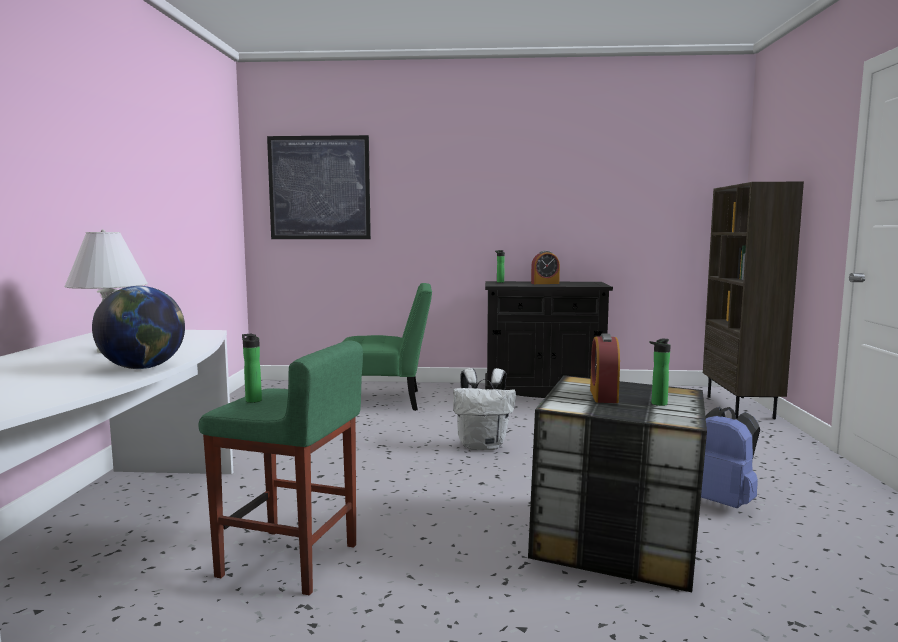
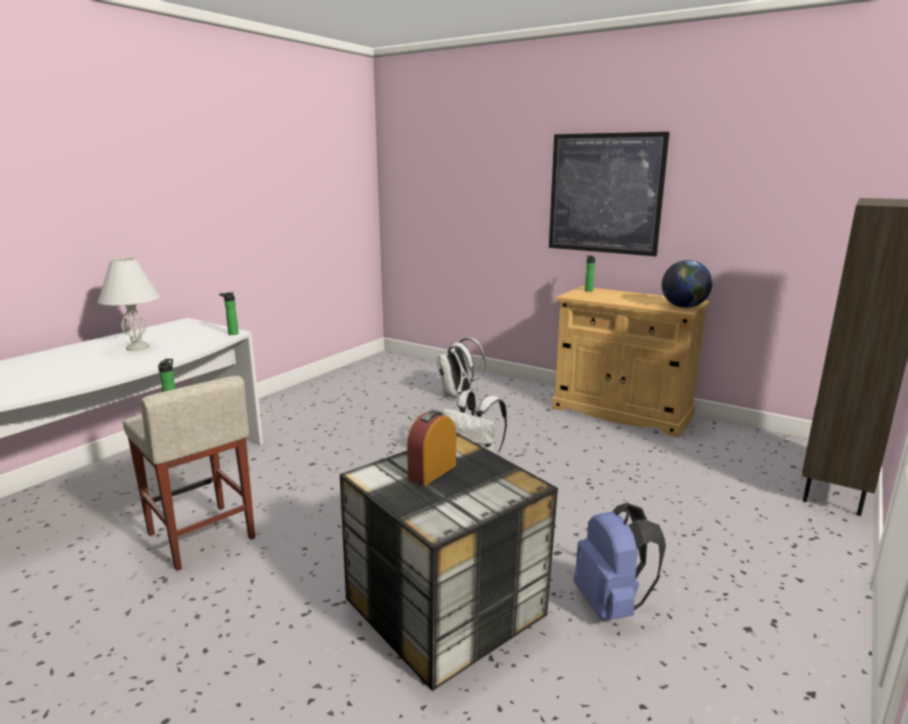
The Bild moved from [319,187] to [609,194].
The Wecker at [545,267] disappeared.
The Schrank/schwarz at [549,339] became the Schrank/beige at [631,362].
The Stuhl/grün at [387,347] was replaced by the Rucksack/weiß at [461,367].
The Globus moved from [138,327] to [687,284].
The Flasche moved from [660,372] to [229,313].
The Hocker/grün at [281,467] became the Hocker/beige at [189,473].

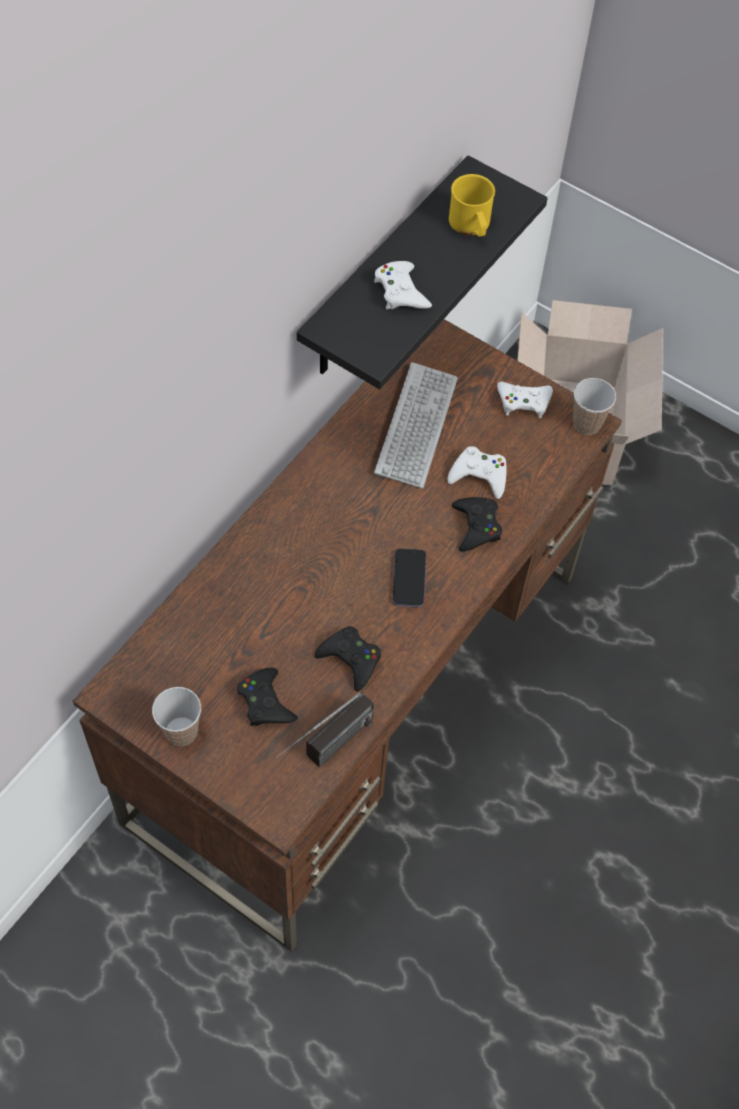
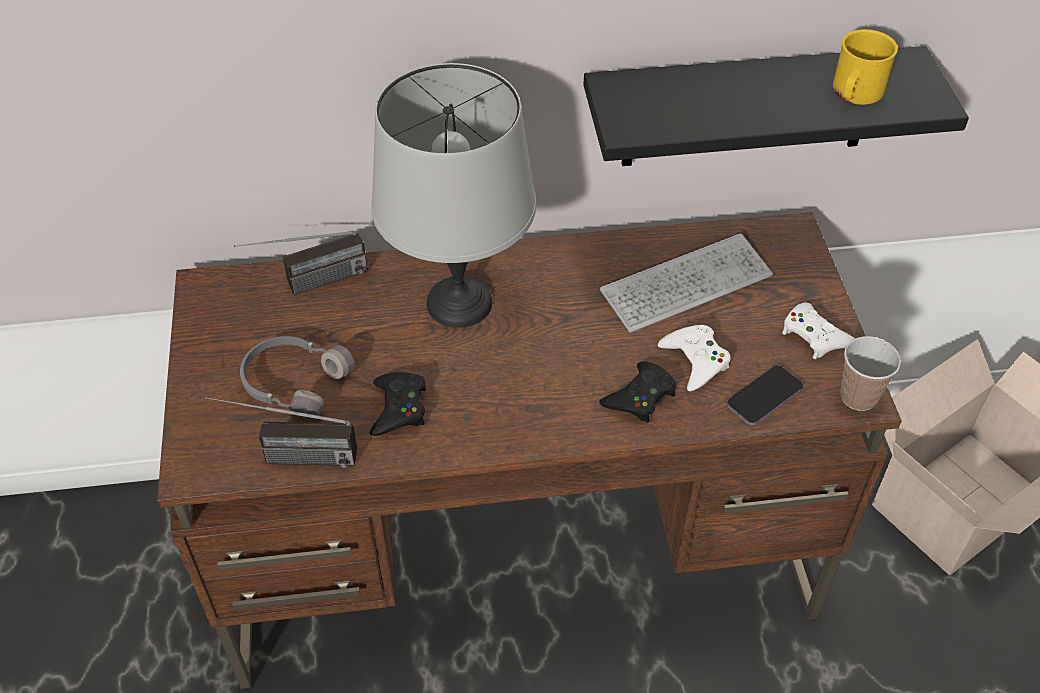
The Gamepad/weiß at [403,285] disappeared.
The Handy moved from [409,577] to [765,395].
The Gamepad/schwarz at [267,697] was replaced by the Kopfhörer/grau at [297,378].
The Tasse at [176,716] disappeared.
The Tischlampe/grau at [453,195] appeared.
The Radio at [301,263] appeared.

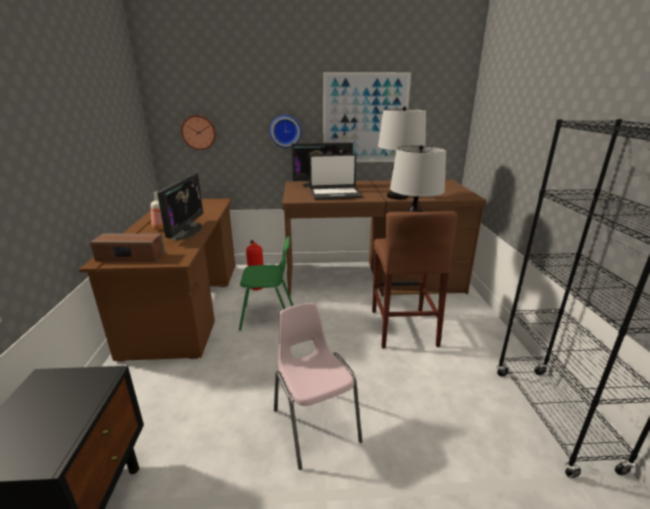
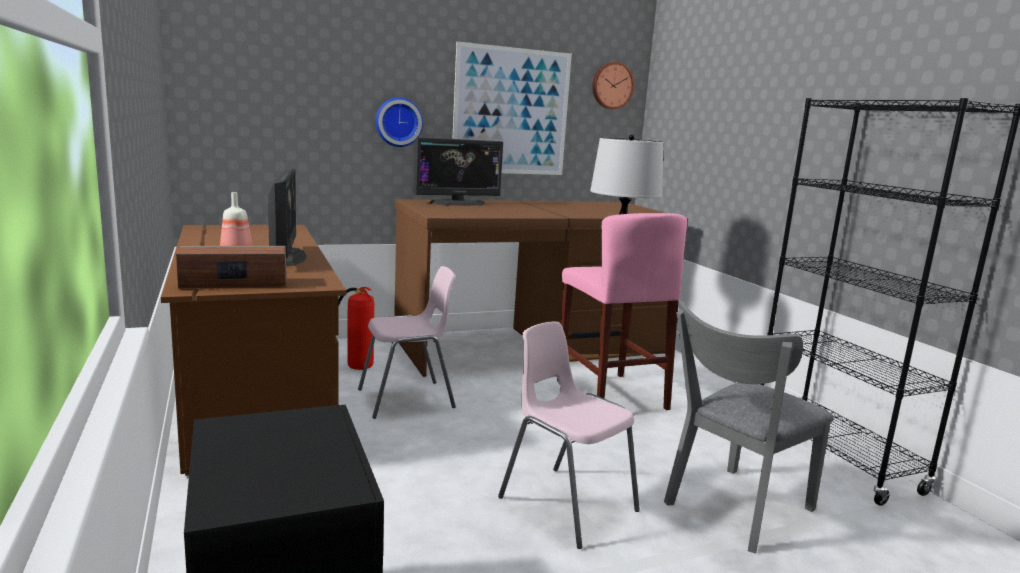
The Tischlampe at [402,152] disappeared.
The Wanduhr moved from [198,132] to [613,85].
The Laptop at [336,177] disappeared.
The Hocker/braun at [414,280] became the Hocker/rosa at [622,311].
The Stuhl/grün at [266,284] became the Stuhl/rosa at [407,342].
The Stuhl/grau at [749,427] appeared.

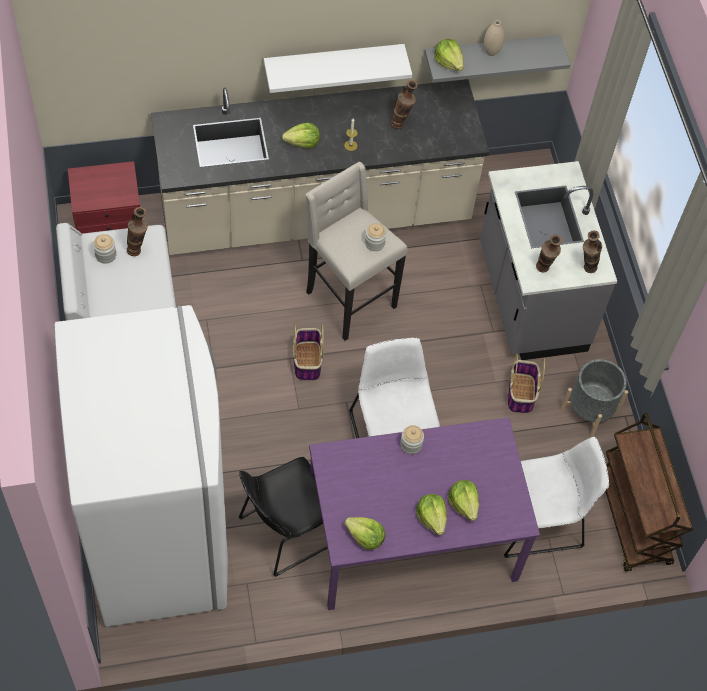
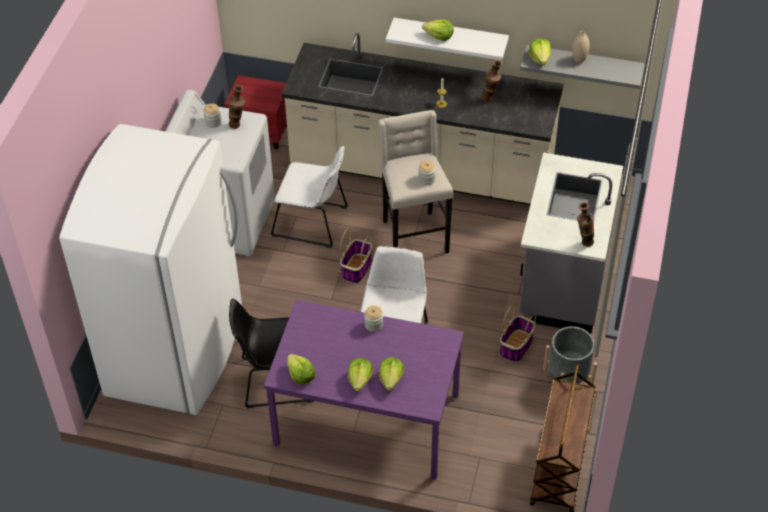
The Salatkopf moved from [301,135] to [438,30].
The Vase at [549,253] disappeared.
The Stuhl/weiß moved from [556,497] to [309,197].

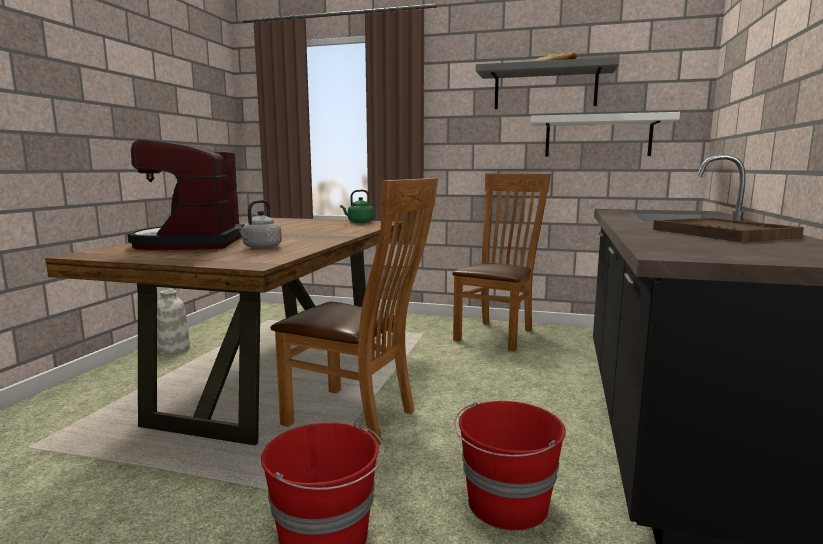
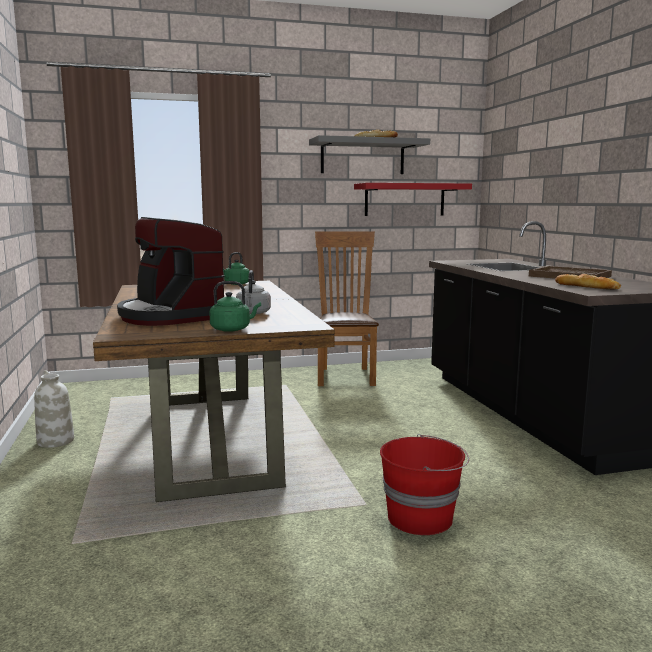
The Wandregal/weiß at [605,134] became the Wandregal/rot at [413,199].
The Stuhl/braun at [354,312] disappeared.
The Eimer/rot at [510,465] disappeared.
The Brot at [588,282] appeared.
The Wasserkessel/grün at [235,306] appeared.

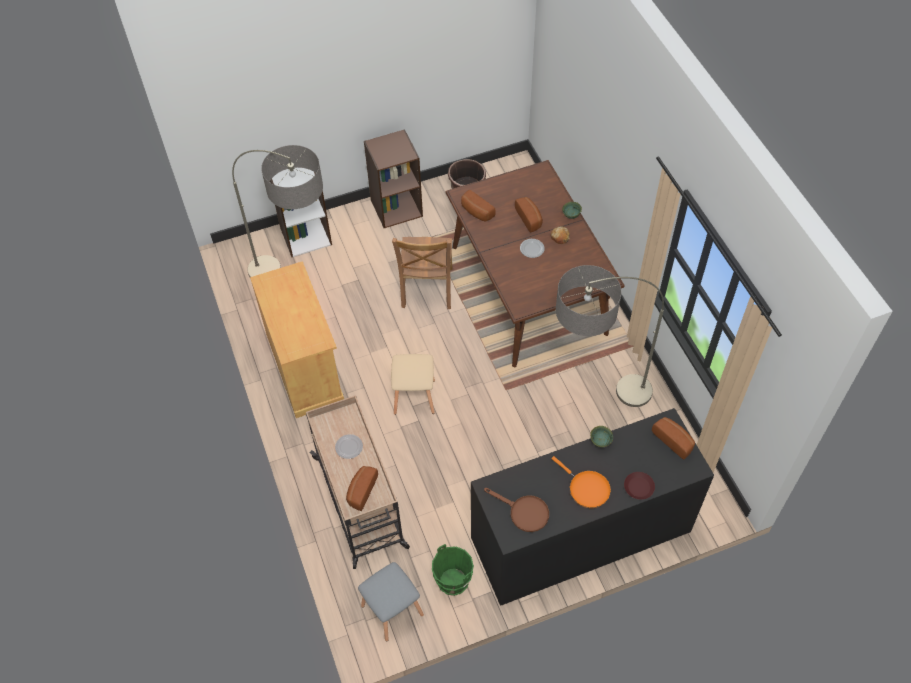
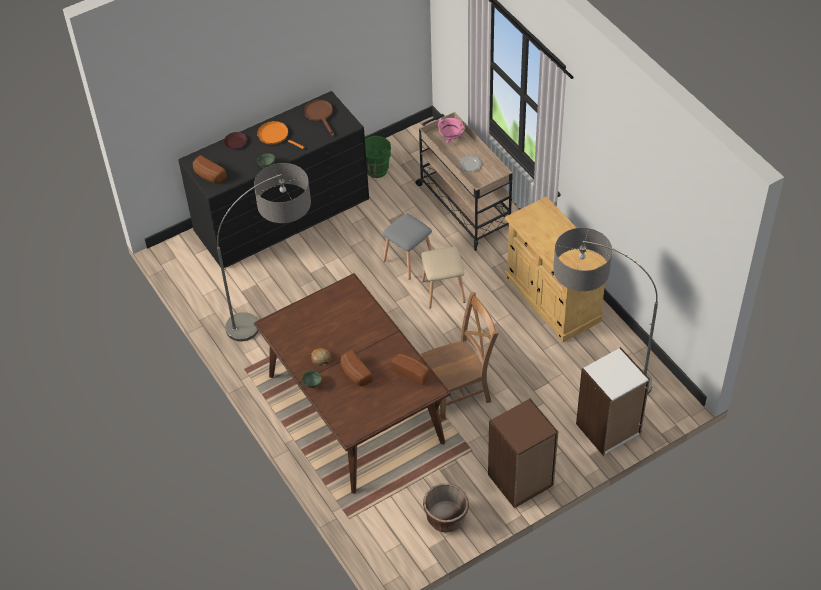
The Stuhl/braun at [422,273] turned 75 degrees clockwise.
The Teller at [532,248] disappeared.
The Brot at [362,488] was replaced by the Kochtopf/rosa at [451,131].
The Pfanne/braun at [516,510] turned 45 degrees clockwise.
The Hocker/grau moved from [391,601] to [407,246].

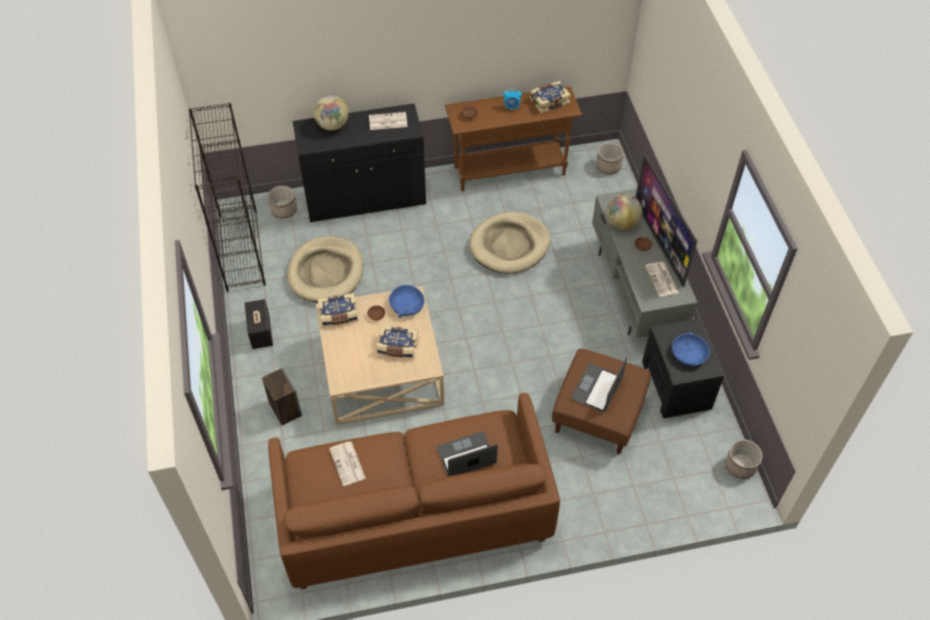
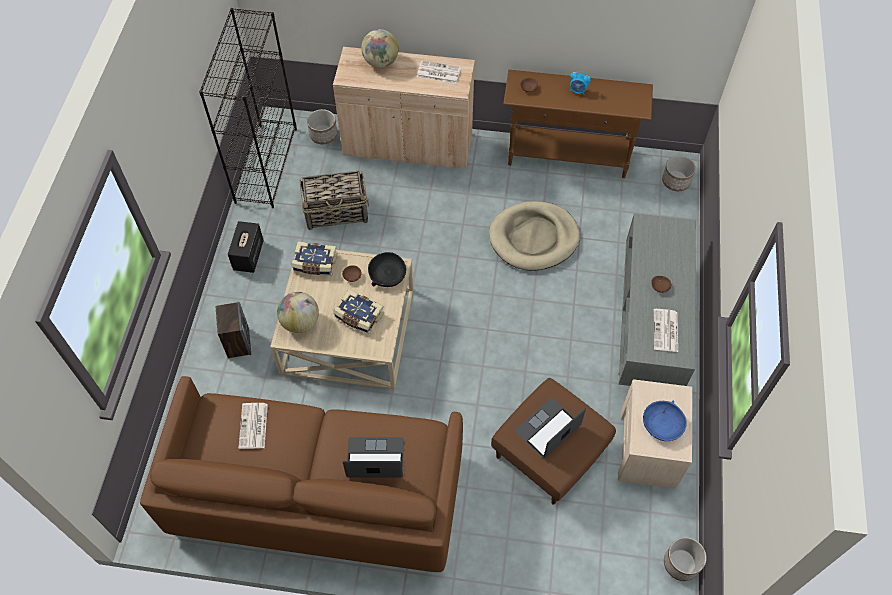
The Buch at [550,97] disappeared.
The Schrank/schwarz at [359,162] became the Schrank/beige at [404,108].
The Fernseher at [666,220] disappeared.
The Globus moved from [624,212] to [298,312].
The Hundebett/beige at [325,269] was replaced by the Korb at [334,200].
The Schüssel/blau at [407,301] became the Schüssel/schwarz at [387,269].
The Nachttisch/schwarz at [683,368] became the Nachttisch/beige at [655,434].

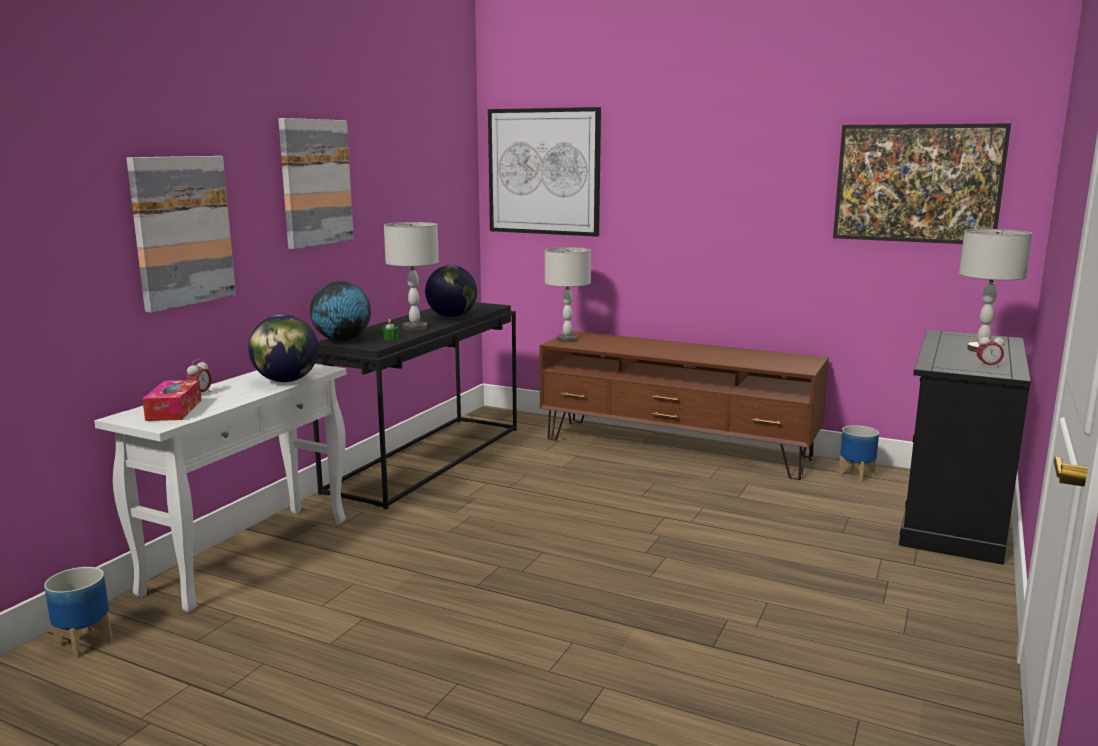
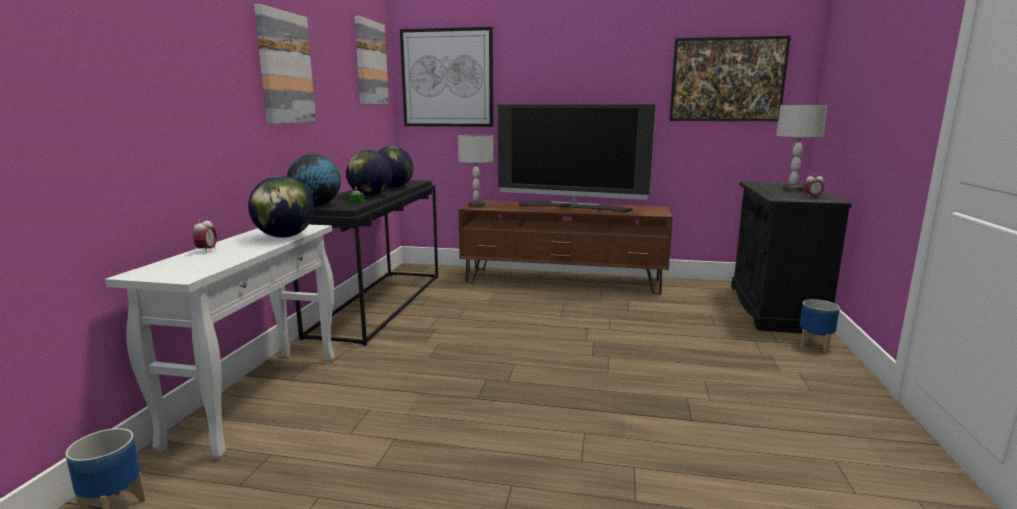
The Bild moved from [181,234] to [371,60].
The Tischlampe/grau at [411,276] was replaced by the Globus at [369,173].
The Taschentuchbox at [171,400] disappeared.
The Pflanzkübel moved from [859,453] to [820,326].
The Fernseher at [577,158] appeared.

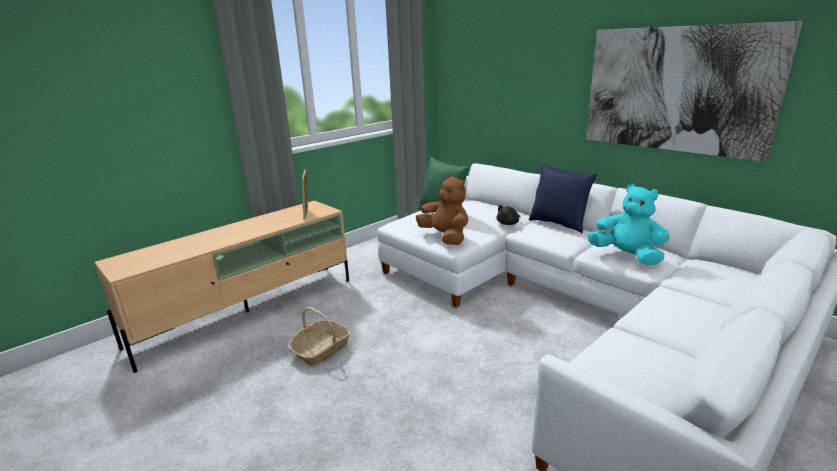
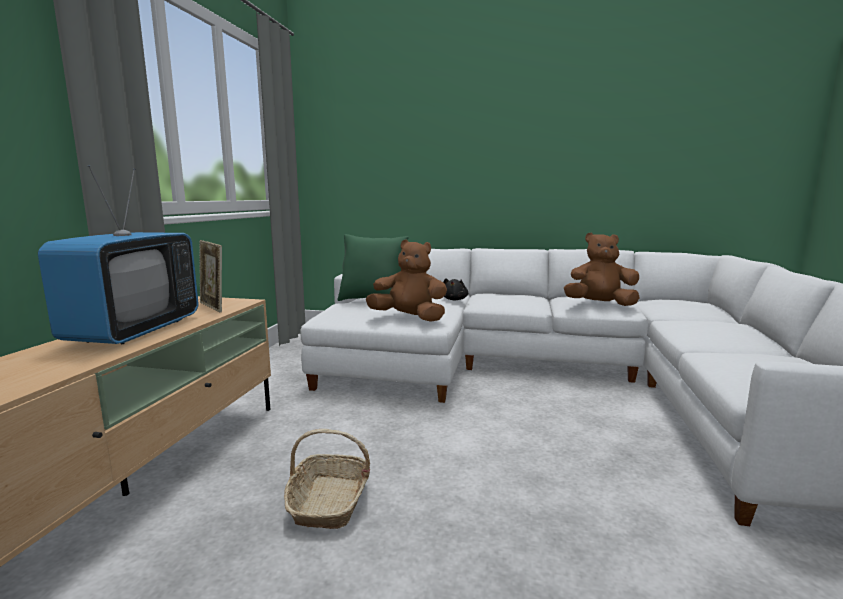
The Bild at [694,91] disappeared.
The Kissen/blau at [563,198] disappeared.
The Plüschtier/türkis at [628,224] became the Plüschtier/braun at [602,269].
The Fernseher at [118,254] appeared.

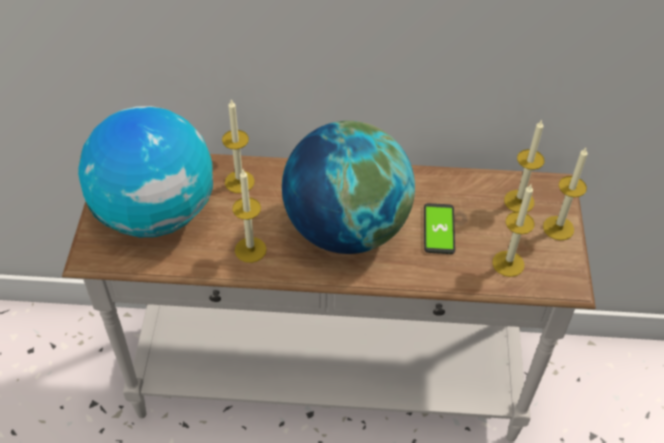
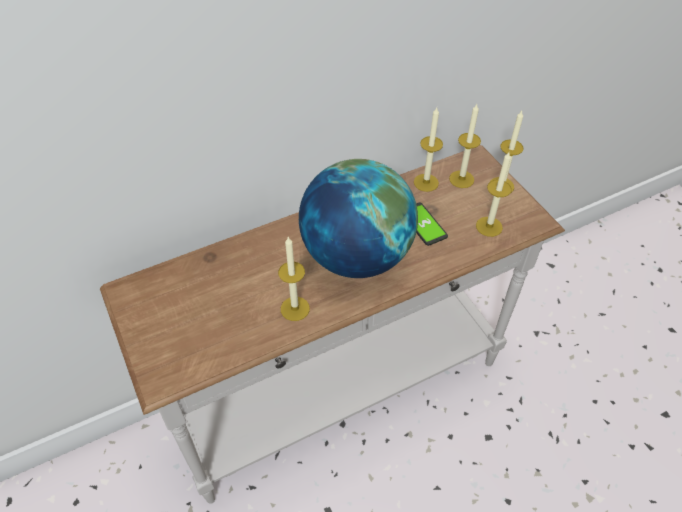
The Kerze moved from [238,146] to [428,150].
The Globus at [145,171] disappeared.

